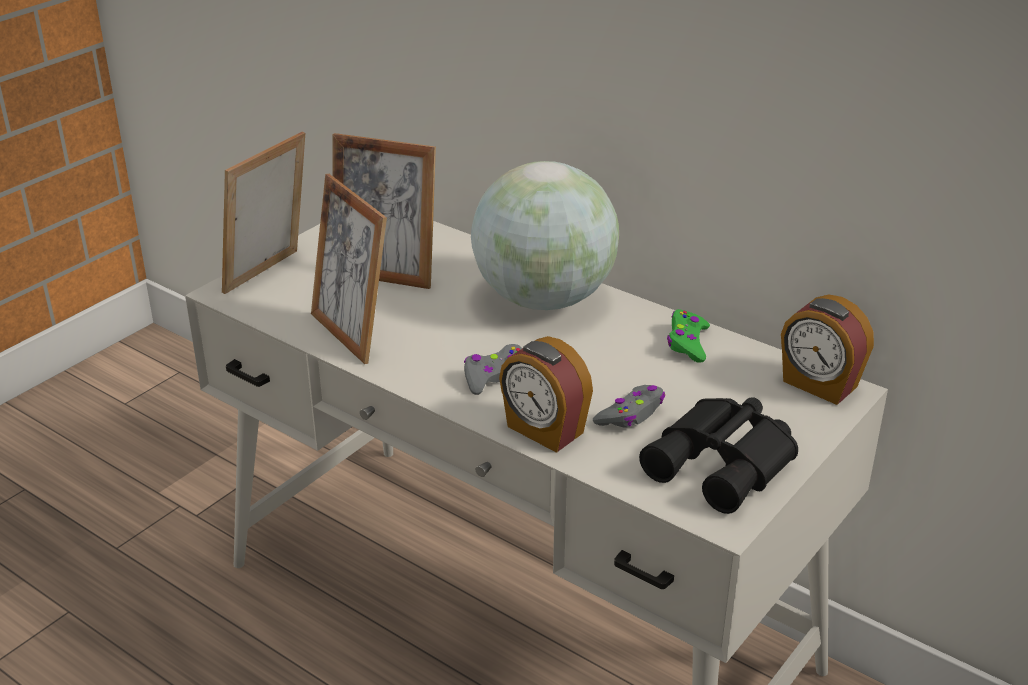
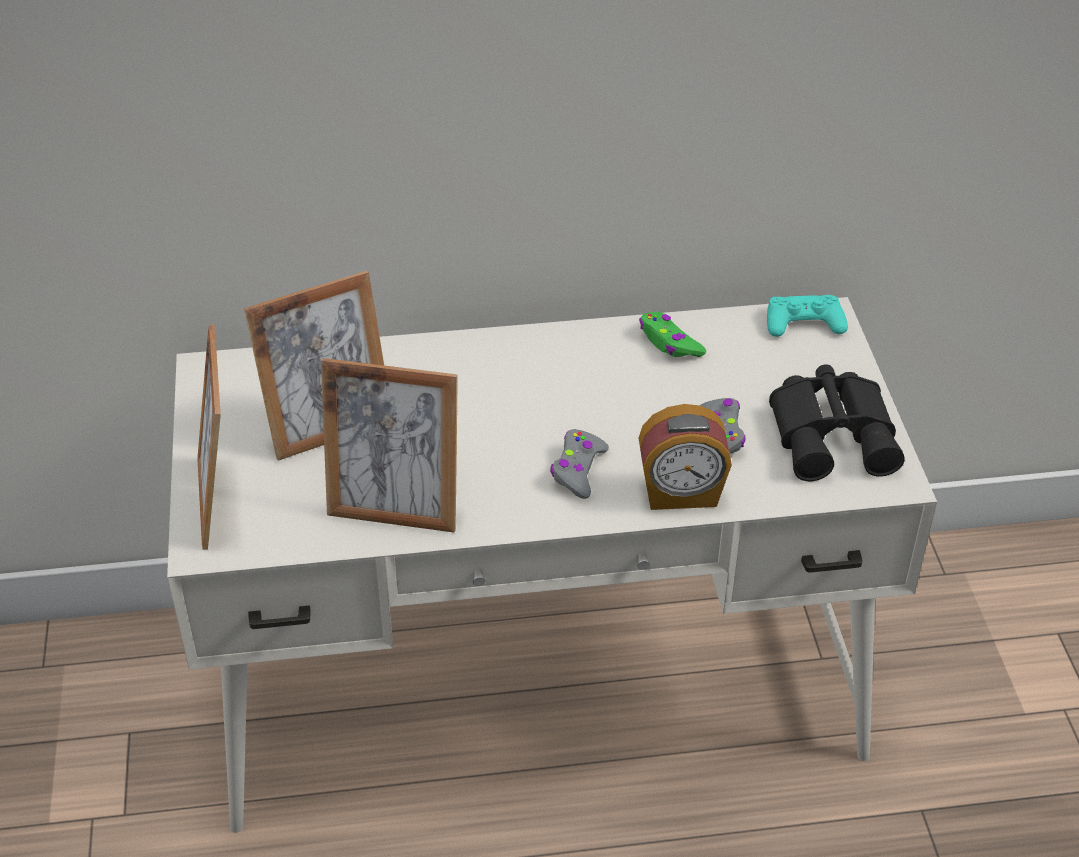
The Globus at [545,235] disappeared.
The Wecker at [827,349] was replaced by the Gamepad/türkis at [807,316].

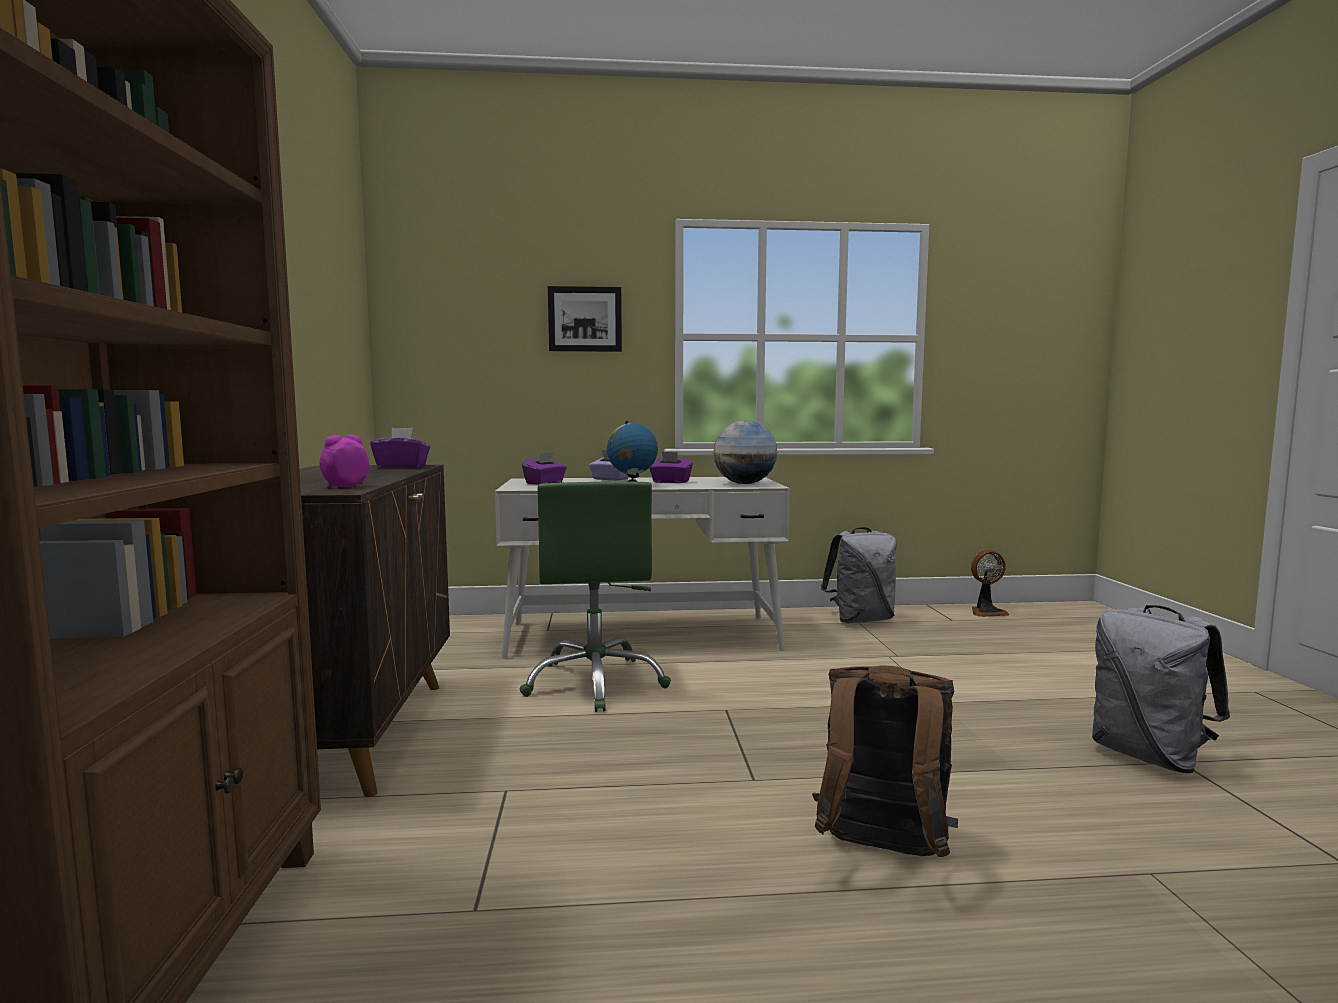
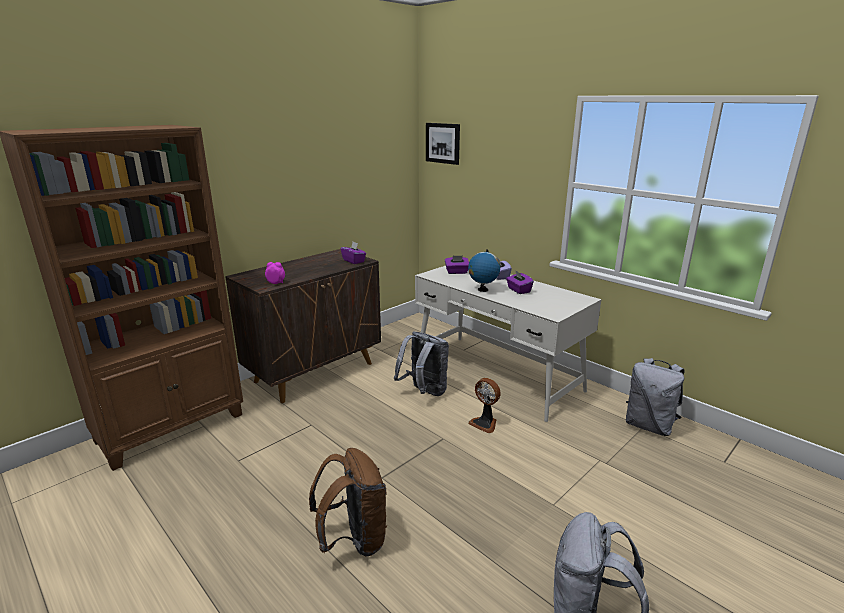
The Bild moved from [585,319] to [443,144].
The Globus at [745,452] disappeared.
The Bürostuhl/grün at [595,597] was replaced by the Rucksack/grau at [421,363].
The Ventilator moved from [990,583] to [484,405].

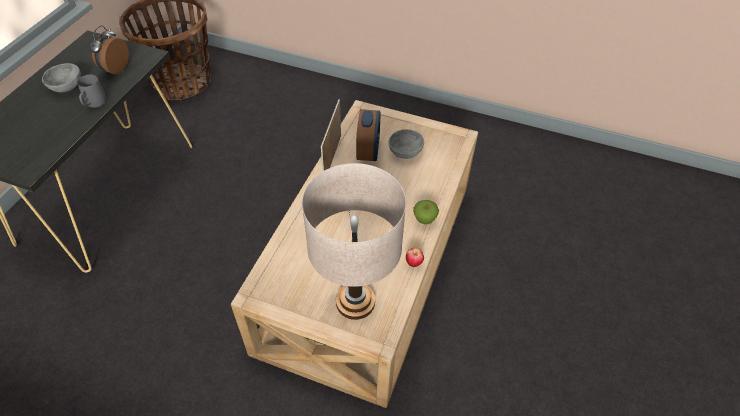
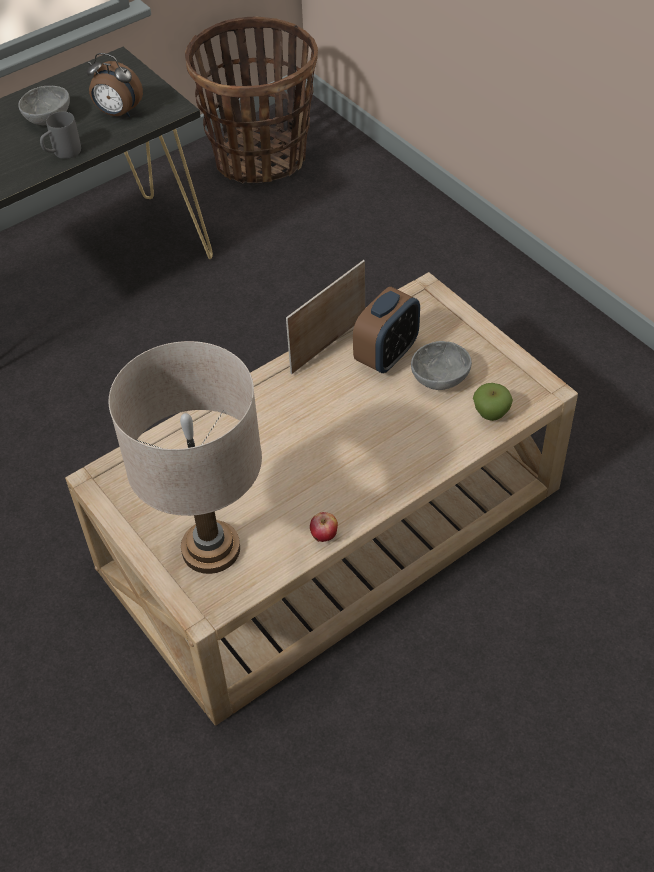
The Wecker at [109,50] turned 120 degrees counterclockwise.
The Apfel moved from [426,212] to [493,402].

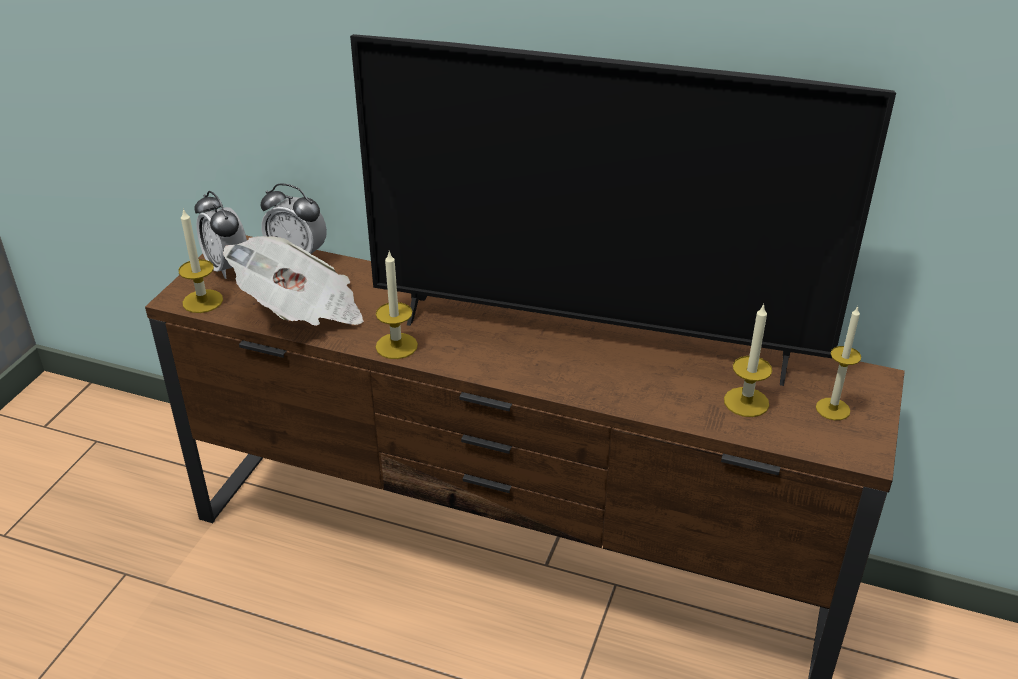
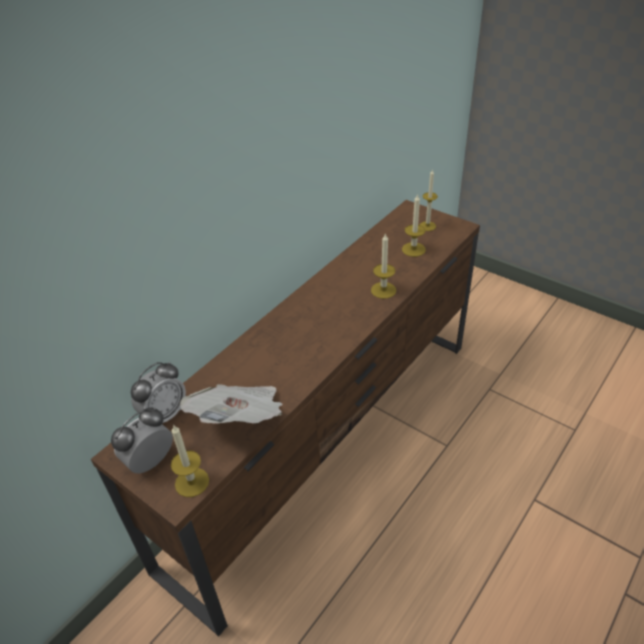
The Fernseher at [623,210] disappeared.
The Wecker at [221,235] turned 150 degrees clockwise.
The Kerze moved from [397,305] to [384,266].

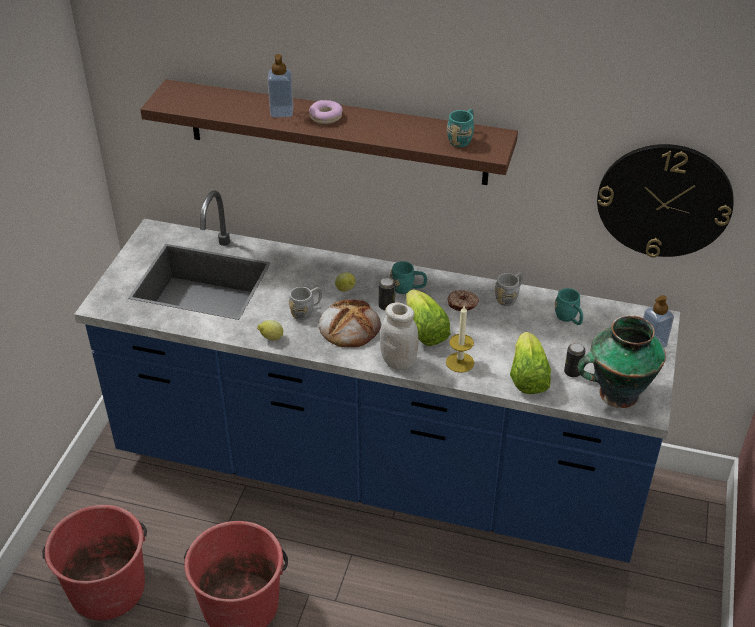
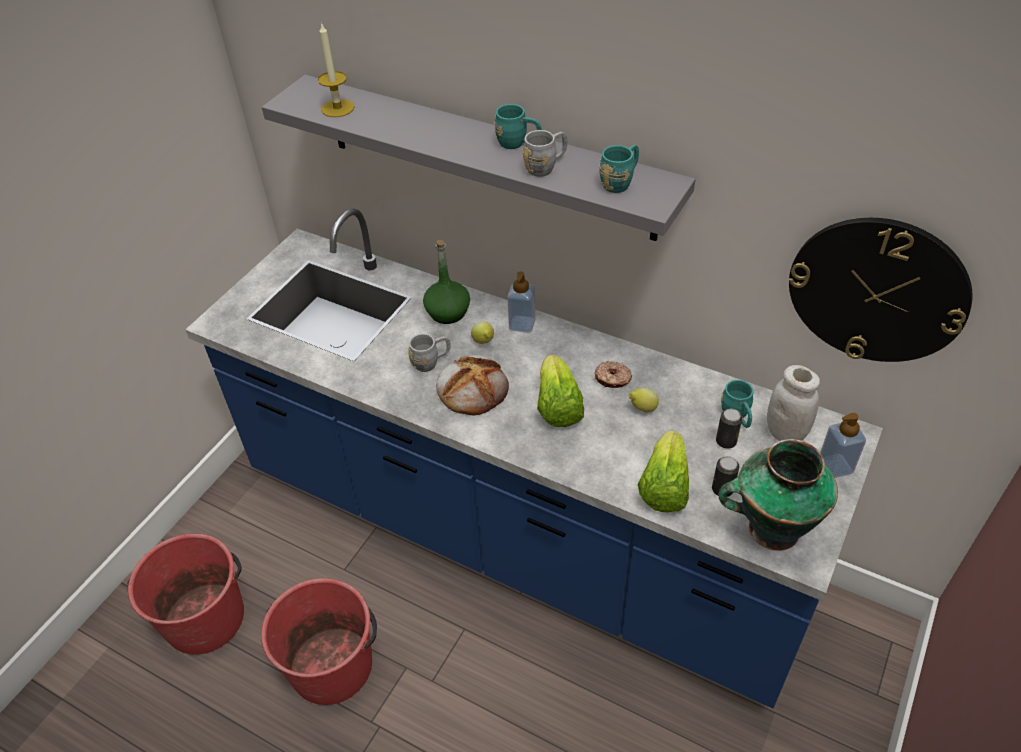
The Seifenspender moved from [280,85] to [521,302].
The Wandregal/braun at [329,132] became the Wandregal/grau at [478,158].
The Donut at [326,112] disappeared.
The Henkelbecher/türkis moved from [408,277] to [518,126].
The Henkelbecher/grau moved from [509,289] to [545,153].
The Dose moved from [387,294] to [729,429].
The Vorratsglas/weiß moved from [399,336] to [793,403].
The Kerze moved from [460,339] to [336,69].
The Zitrone moved from [270,330] to [644,400].
The Flasche/grün at [446,282] appeared.

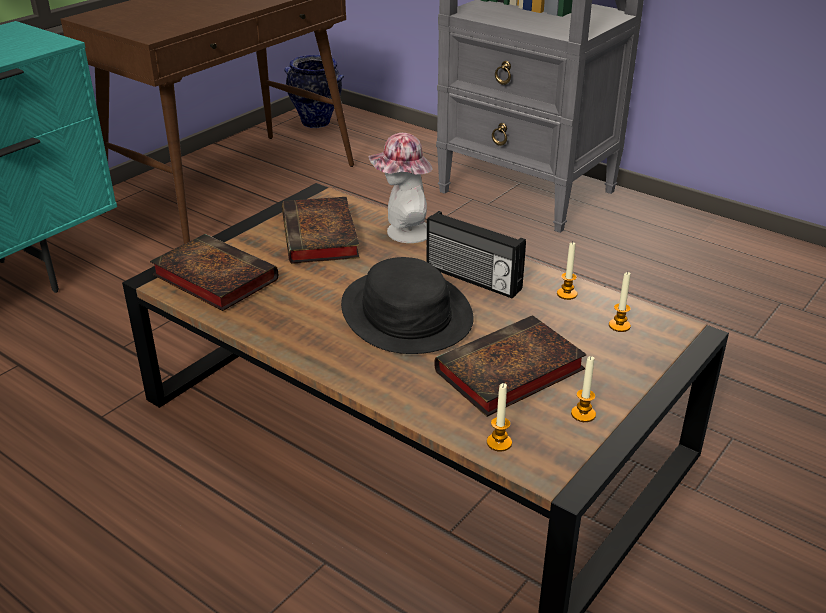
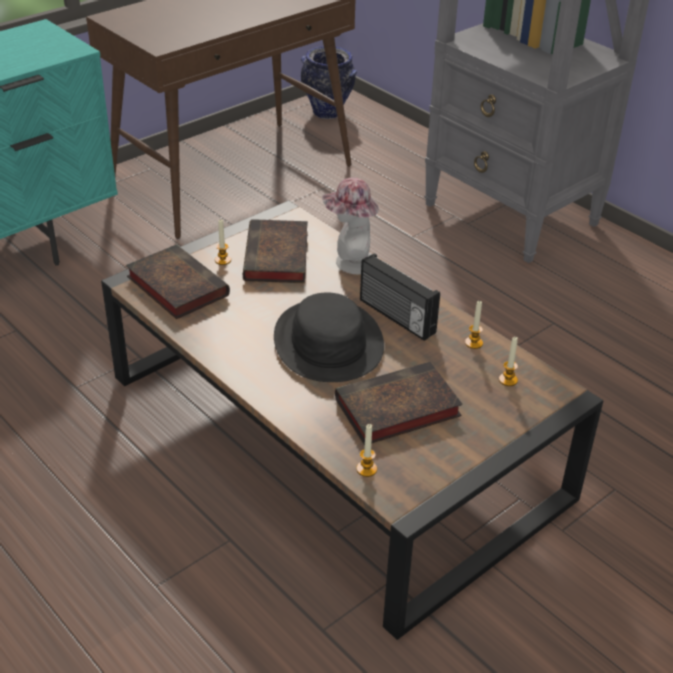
The Kerze moved from [583,389] to [223,242].

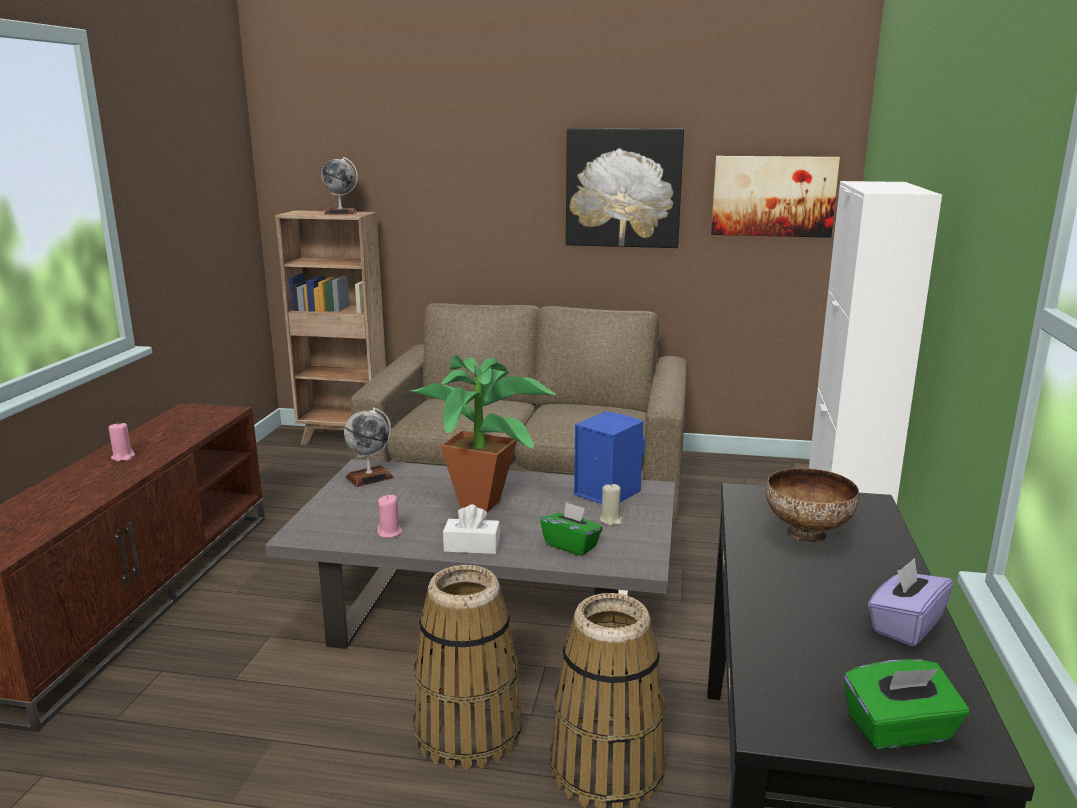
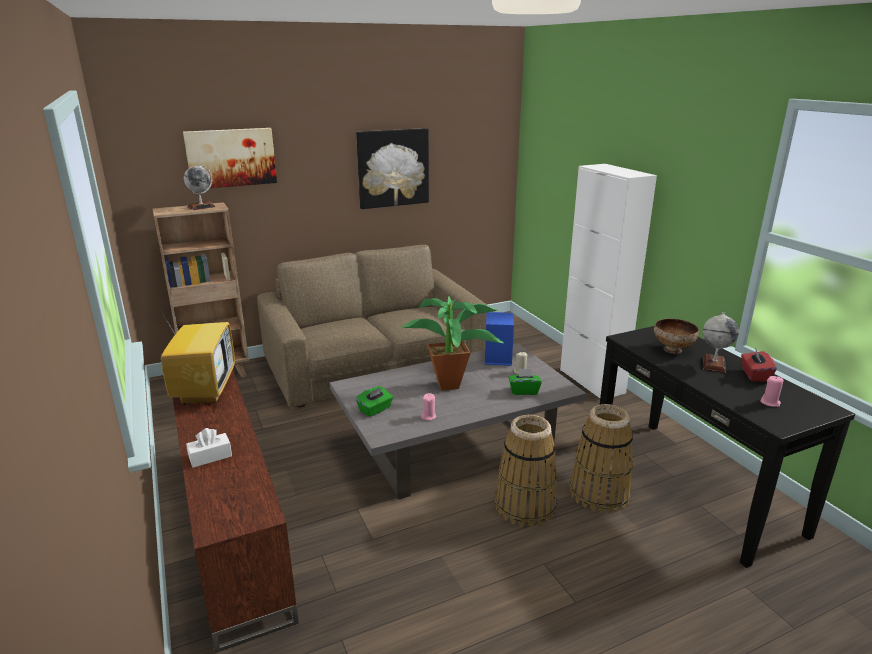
The Bild moved from [775,197] to [230,158].
The Globus moved from [369,447] to [721,342].
The Kerze/rosa moved from [122,441] to [771,391].
The Taschentuchbox/weiß moved from [471,529] to [209,448].
The Taschentuchbox/lila at [910,602] became the Taschentuchbox/rot at [759,365].
The Taschentuchbox/grün moved from [906,704] to [374,401].
The Fernseher at [197,348] appeared.

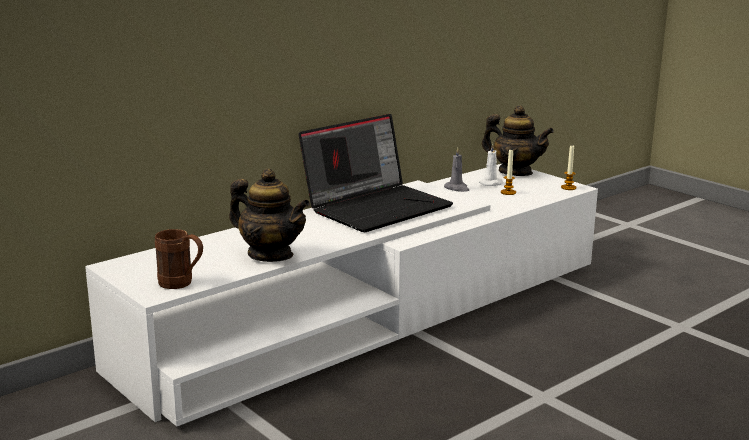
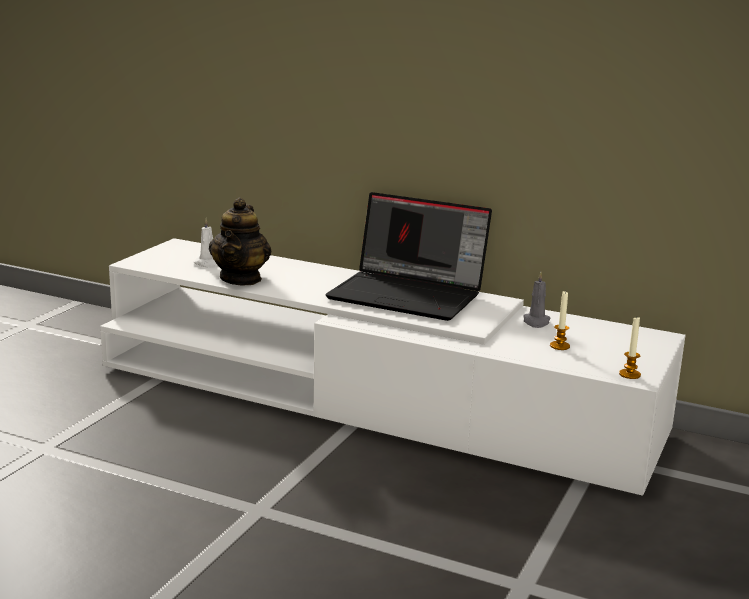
The Teekanne at [517,140] disappeared.
The Kerze/weiß moved from [491,164] to [206,243].
The Henkelbecher/braun at [179,259] disappeared.

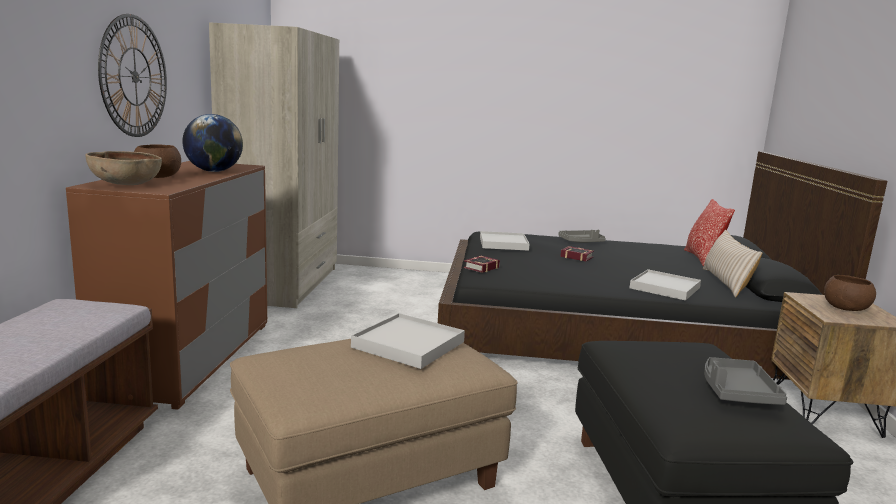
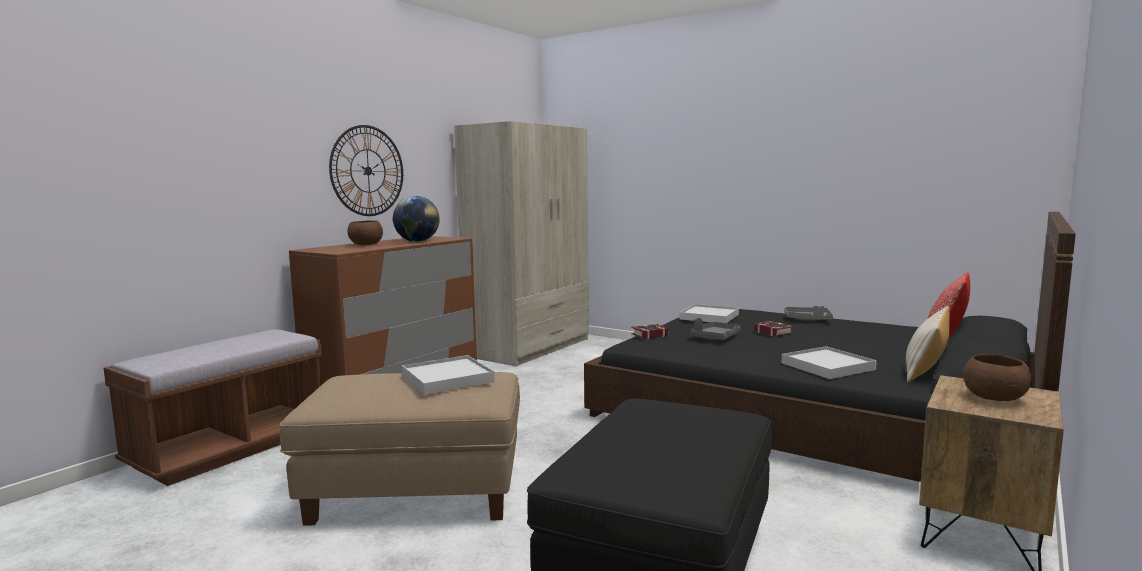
The Schüssel/braun at [123,168] disappeared.
The Tablett/grau moved from [745,381] to [715,329].

